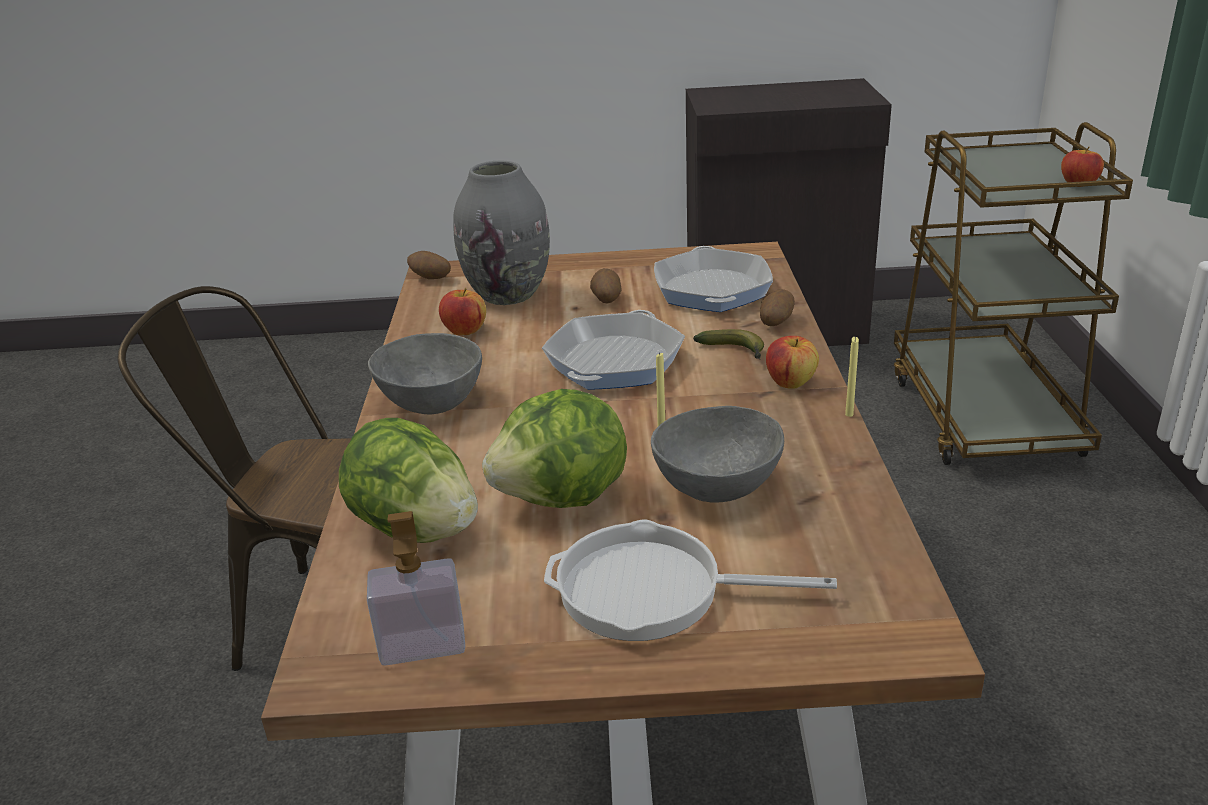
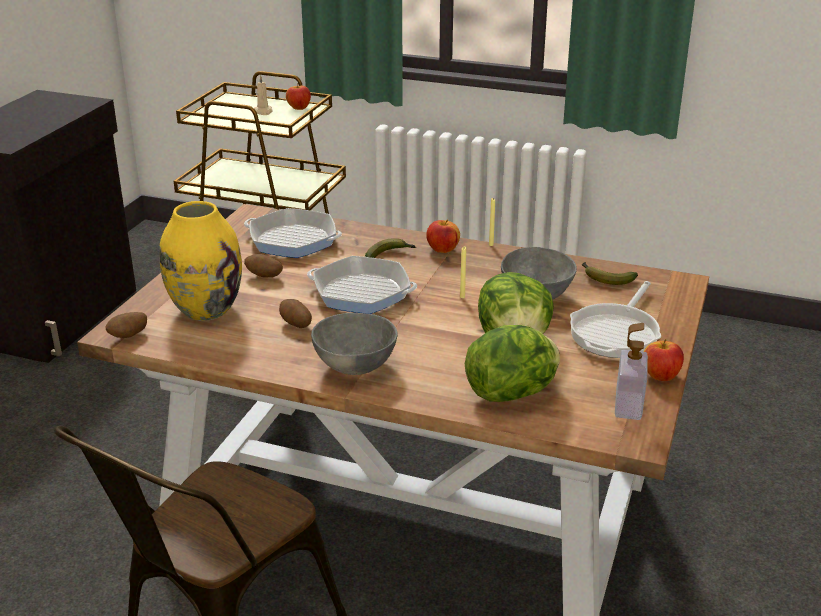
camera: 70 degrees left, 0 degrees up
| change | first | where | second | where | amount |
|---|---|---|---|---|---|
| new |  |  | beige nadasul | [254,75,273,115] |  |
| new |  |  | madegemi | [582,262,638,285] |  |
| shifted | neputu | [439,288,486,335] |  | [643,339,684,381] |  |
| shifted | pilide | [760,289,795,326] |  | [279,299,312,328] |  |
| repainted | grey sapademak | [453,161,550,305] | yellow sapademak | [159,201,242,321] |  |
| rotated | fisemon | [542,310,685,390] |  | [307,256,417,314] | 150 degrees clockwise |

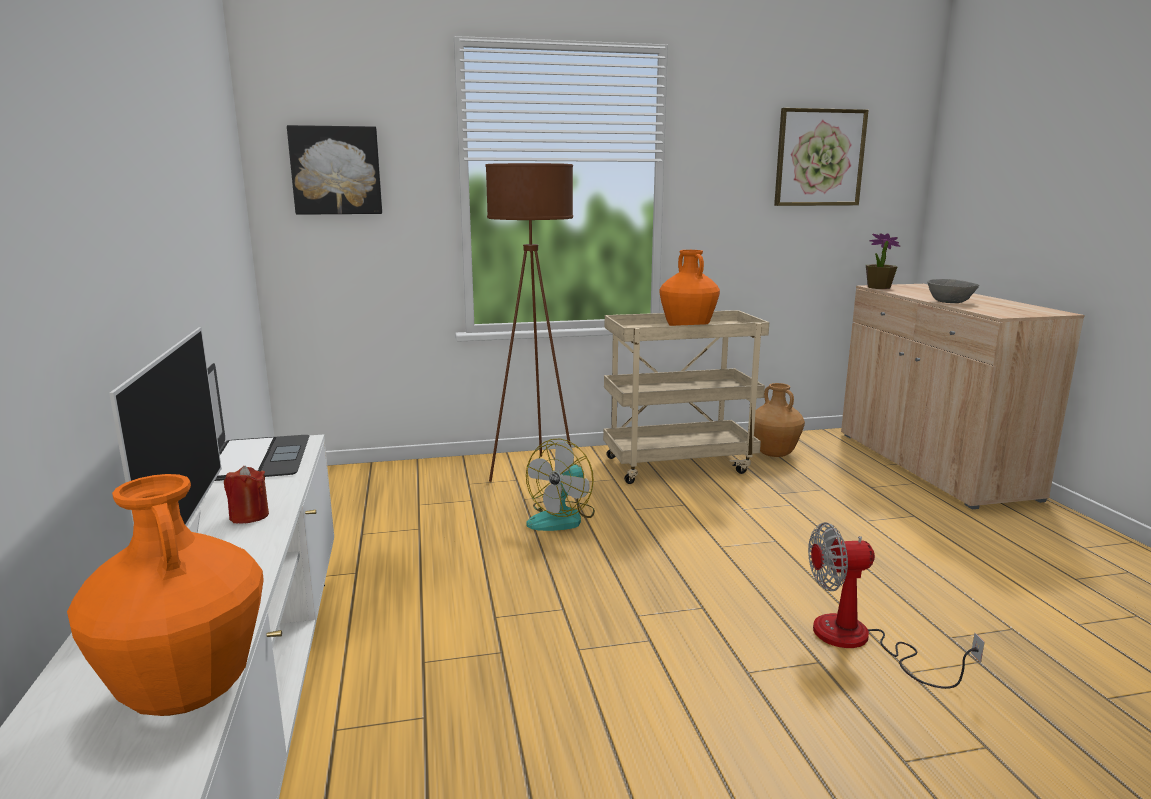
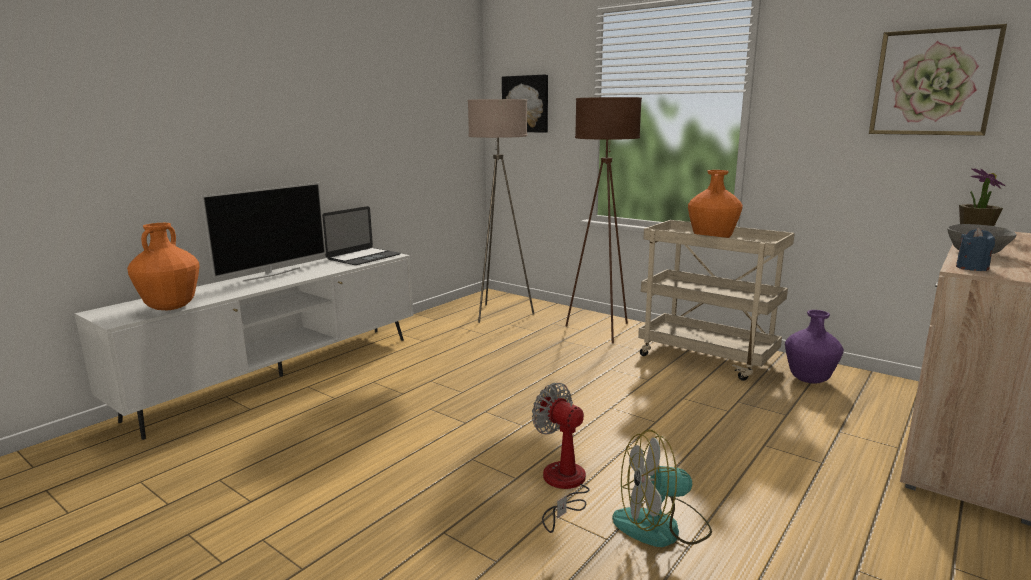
camera: 50 degrees right, 0 degrees up
| change | first | where | second | where | amount |
|---|---|---|---|---|---|
| gone | red nadasul | [224,466,269,524] |  |  |  |
| new |  |  | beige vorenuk | [468,99,534,323] |  |
| new |  |  | blue nadasul | [956,228,995,271] |  |
| shifted | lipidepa | [526,439,595,531] |  | [612,430,712,547] |  |
| repainted | brown sapademak | [754,383,805,457] | purple sapademak | [785,310,844,384] |  |

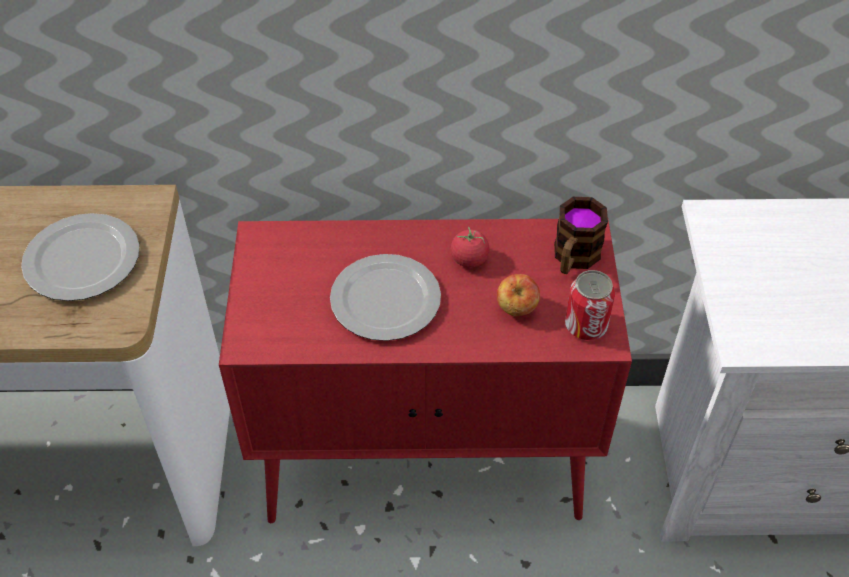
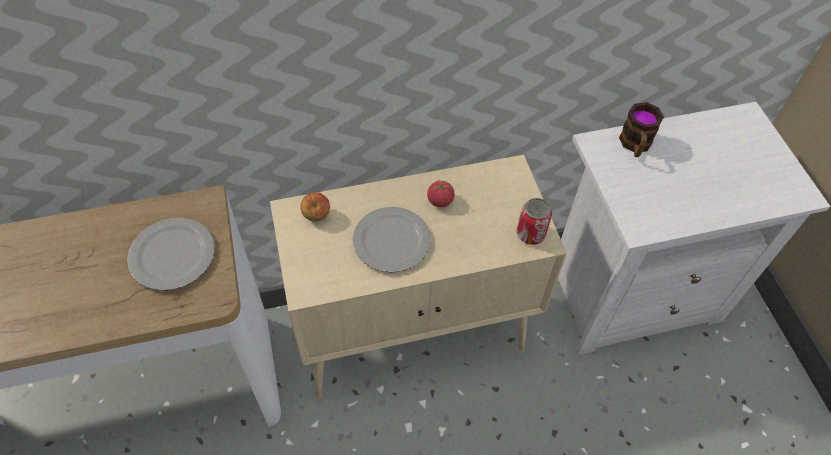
camera: 15 degrees left, 5 degrees up
| change | first | where | second | where | amount |
|---|---|---|---|---|---|
| shifted | neputu | [497,274,540,316] |  | [300,192,330,222] |  |
| shifted | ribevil | [554,197,608,274] |  | [619,102,664,157] |  |
| repainted | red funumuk | [219,219,632,523] | beige funumuk | [270,155,567,399] |  |

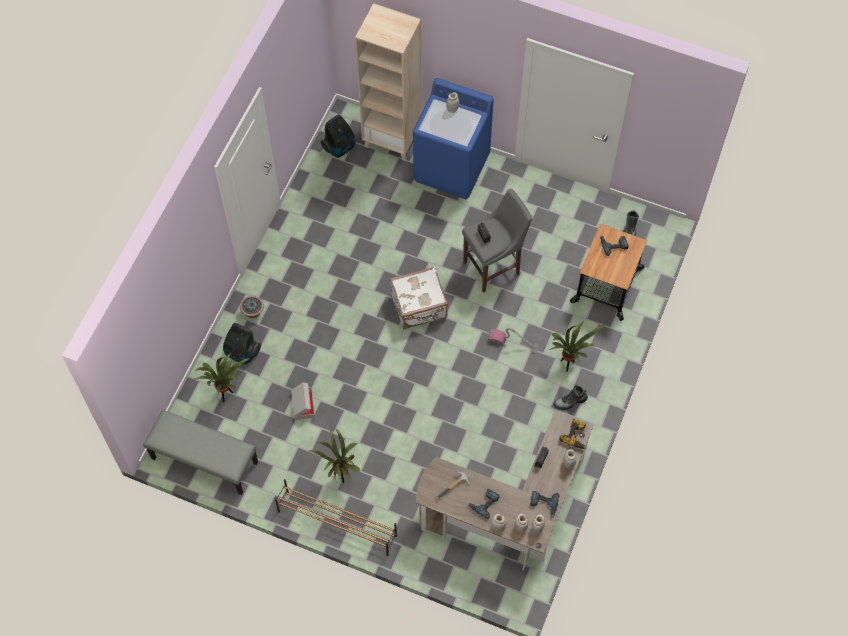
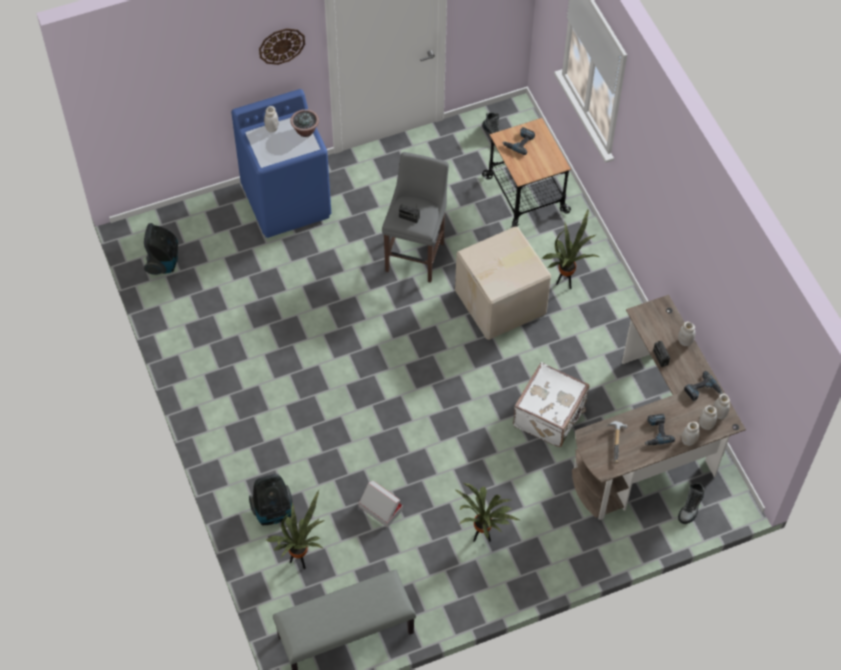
camera: 45 degrees left, 5 degrees down
| change | first | where | second | where | amount |
|---|---|---|---|---|---|
| gone | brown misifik | [275,479,397,556] |  |  |  |
| gone | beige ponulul | [355,3,421,161] |  |  |  |
| gone | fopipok | [559,419,586,449] |  |  |  |
| new |  |  | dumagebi | [259,28,305,65] |  |
| shifted | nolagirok | [240,296,264,318] |  | [291,109,319,137] |  |
| shifted | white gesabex | [390,267,448,329] |  | [513,362,589,447] |  |
| shifted | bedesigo | [553,385,588,410] |  | [678,482,705,524] |  |
| swapped | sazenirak | [488,328,539,354] | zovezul | [455,226,551,340] |  |

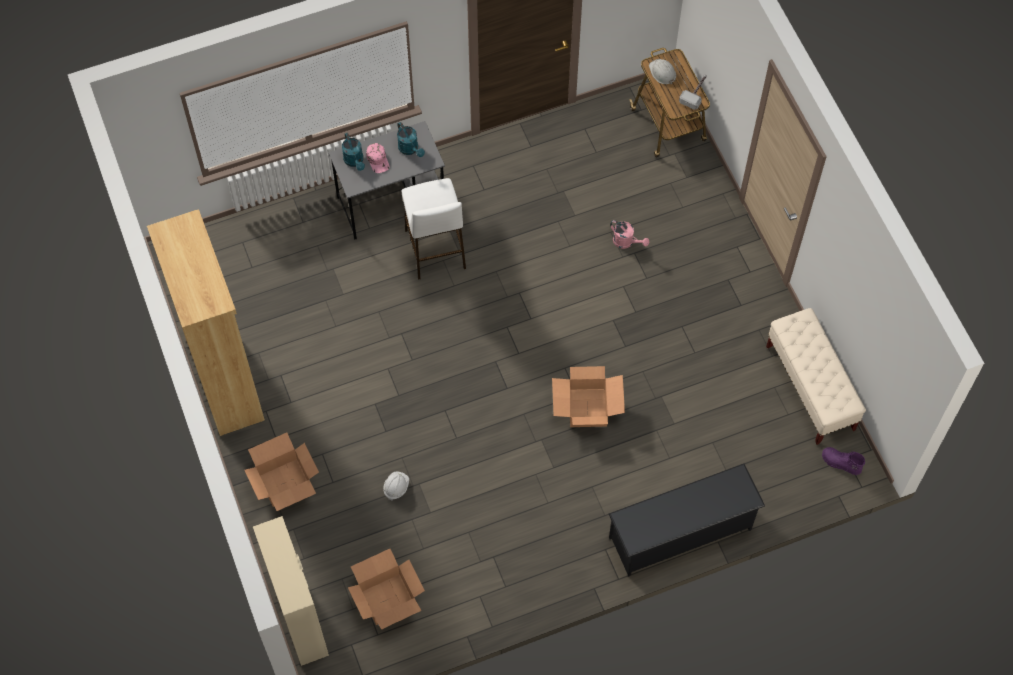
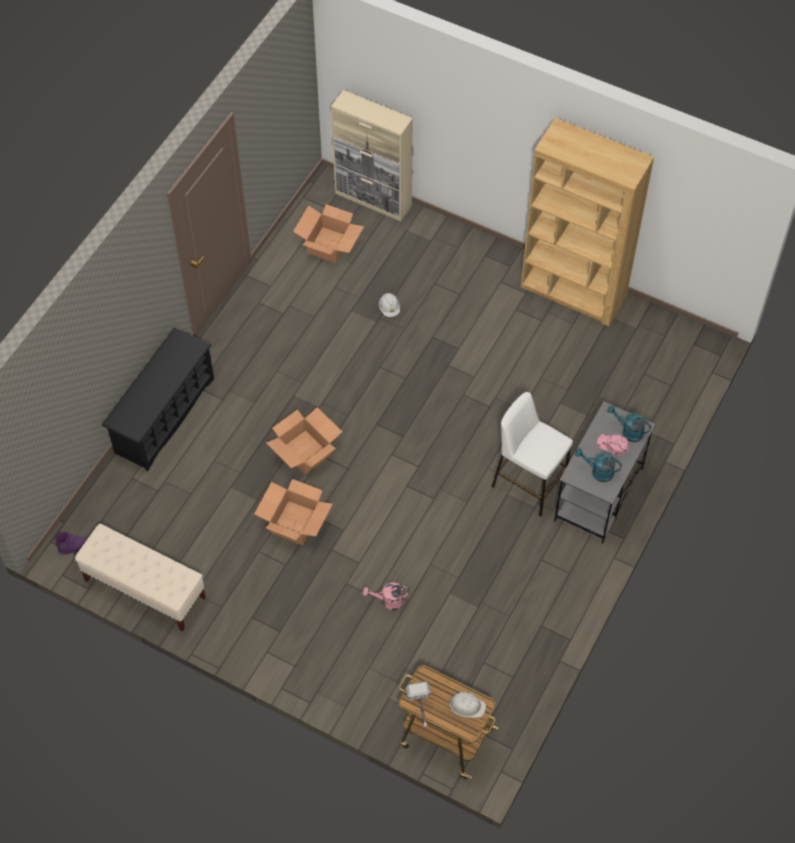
camera: 140 degrees right, 5 degrees down
| change | first | where | second | where | amount |
|---|---|---|---|---|---|
| shifted | zovezul | [244,433,319,511] |  | [254,479,333,545] |  |

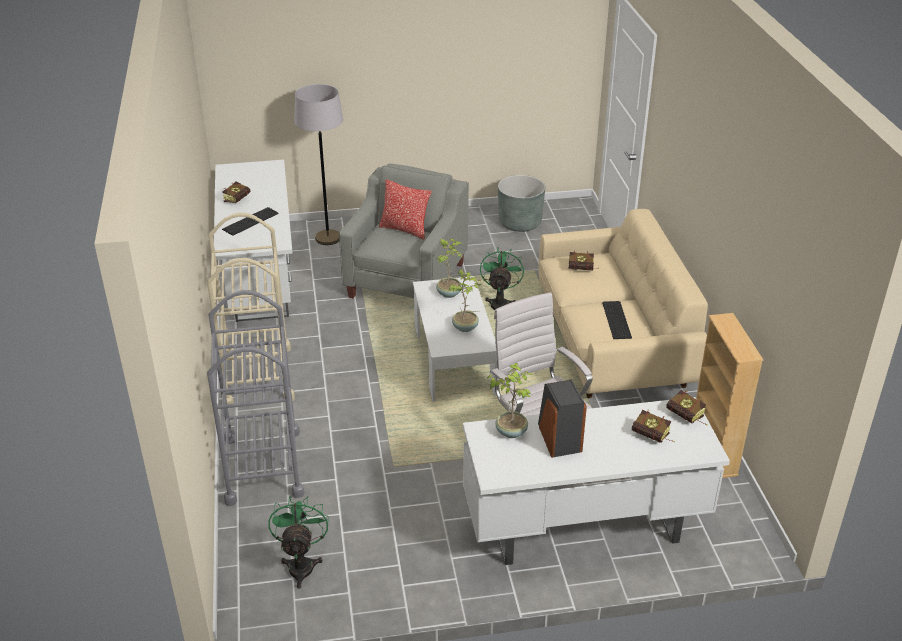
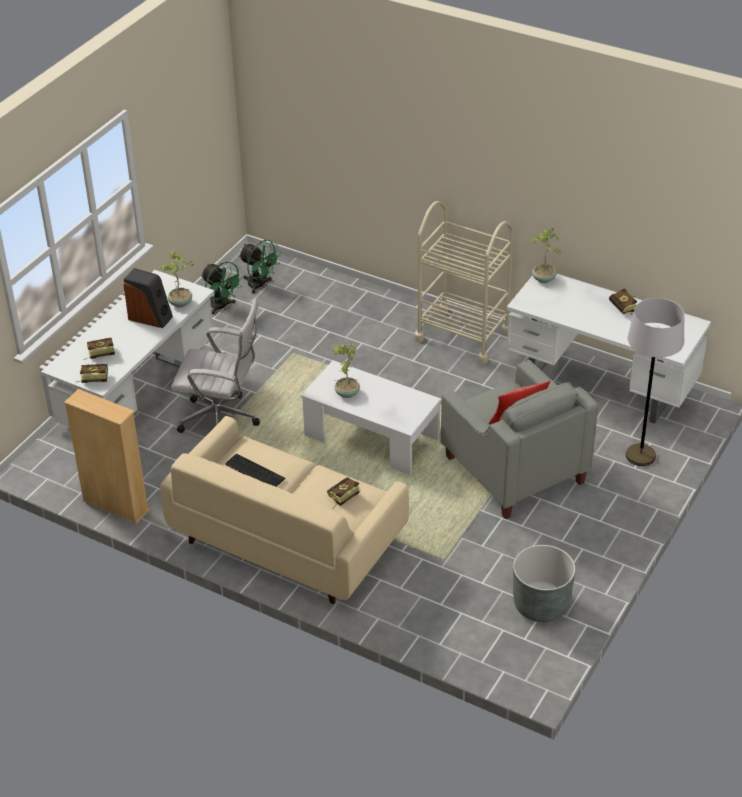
camera: 130 degrees right, 5 degrees up
| change | first | where | second | where | amount |
|---|---|---|---|---|---|
| gone | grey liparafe | [207,290,305,506] |  |  |  |
| gone | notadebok | [222,207,278,236] |  |  |  |
| shifted | nolagirok | [436,238,463,298] |  | [530,227,561,283] |  |
| shifted | green lipidepa | [480,247,524,310] |  | [201,262,244,314] |  |

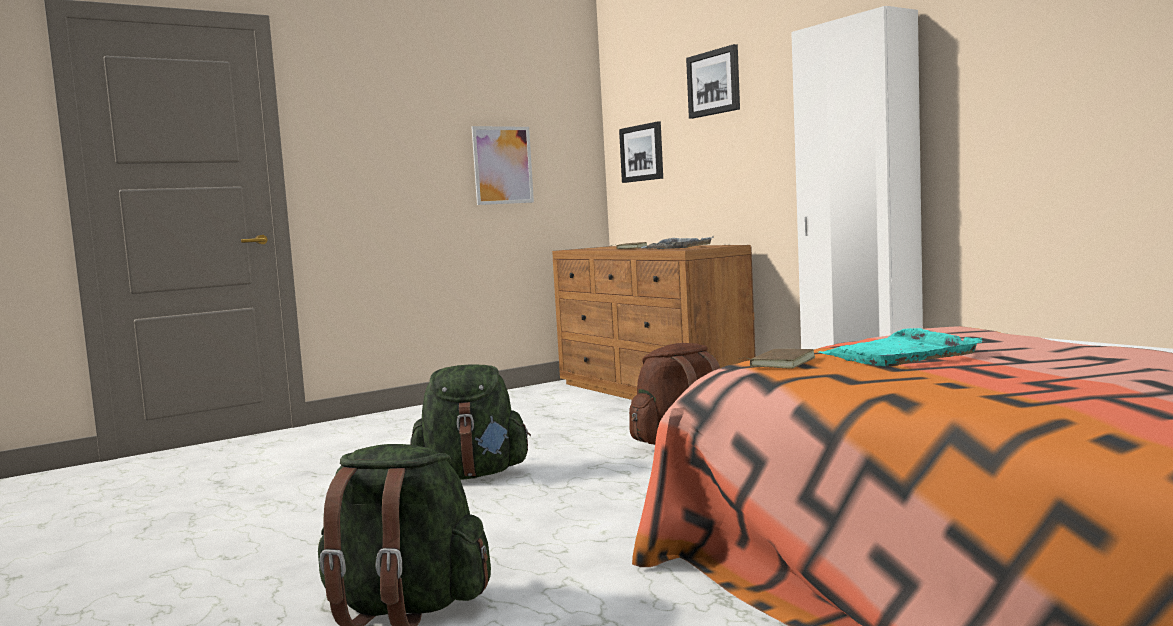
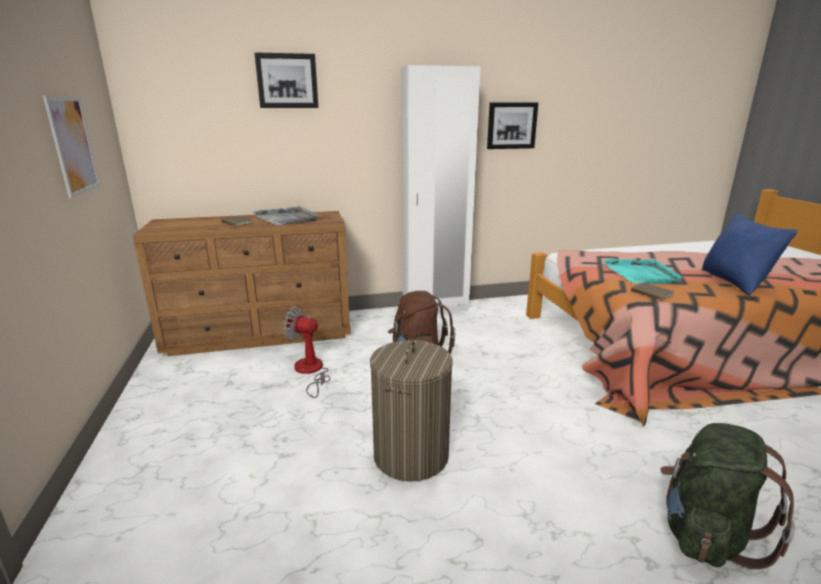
camera: 70 degrees left, 15 degrees up
| change | first | where | second | where | amount |
|---|---|---|---|---|---|
| new |  |  | lipidepa | [283,306,330,398] |  |
| new |  |  | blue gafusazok | [702,212,798,295] |  |
| shifted | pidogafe | [619,122,663,183] |  | [487,102,538,149] |  |
| swapped | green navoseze | [410,364,531,480] | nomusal | [370,340,453,482] |  |

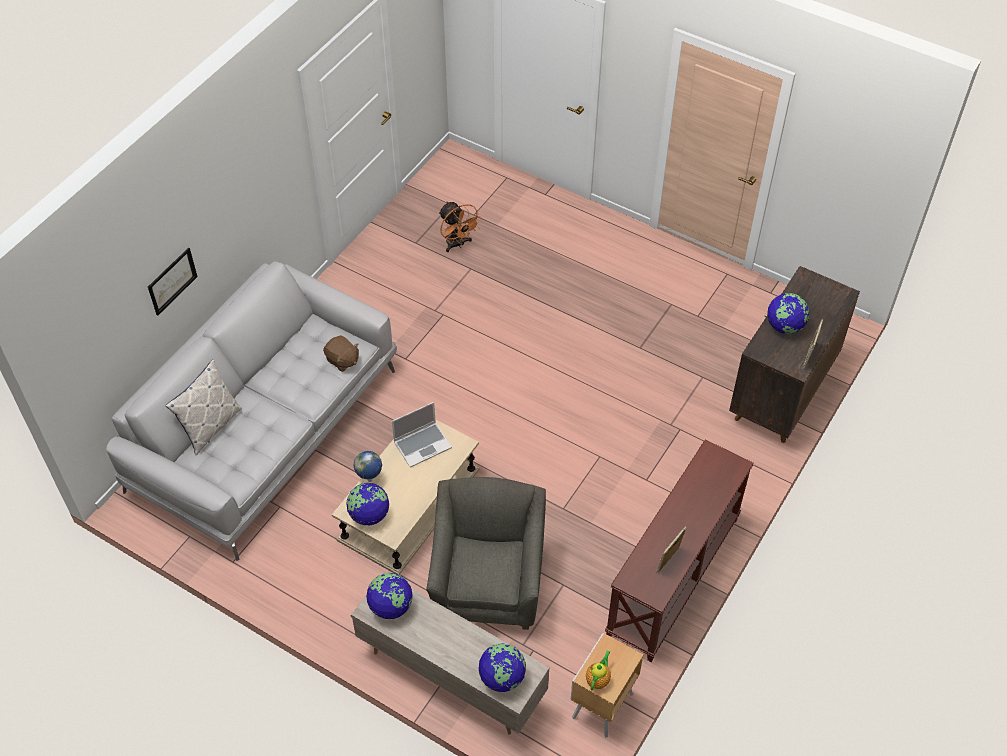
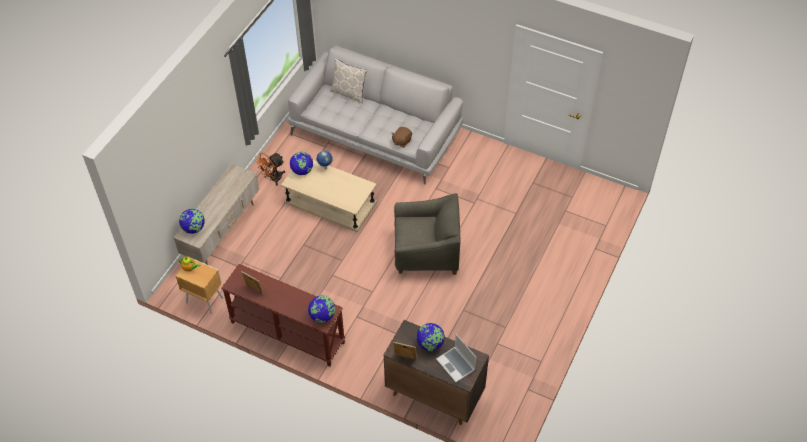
camera: 85 degrees right, 0 degrees up
| change | first | where | second | where | amount |
|---|---|---|---|---|---|
| gone | pidogafe | [148,248,198,316] |  |  |  |
| shifted | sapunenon | [366,573,413,619] |  | [308,296,335,323] |  |
| shifted | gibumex | [392,402,452,468] |  | [436,334,476,382] |  |
| shifted | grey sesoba | [426,477,546,630] |  | [394,193,460,275] |  |
| shifted | orange lipidepa | [439,201,482,252] |  | [255,152,285,186] |  |

